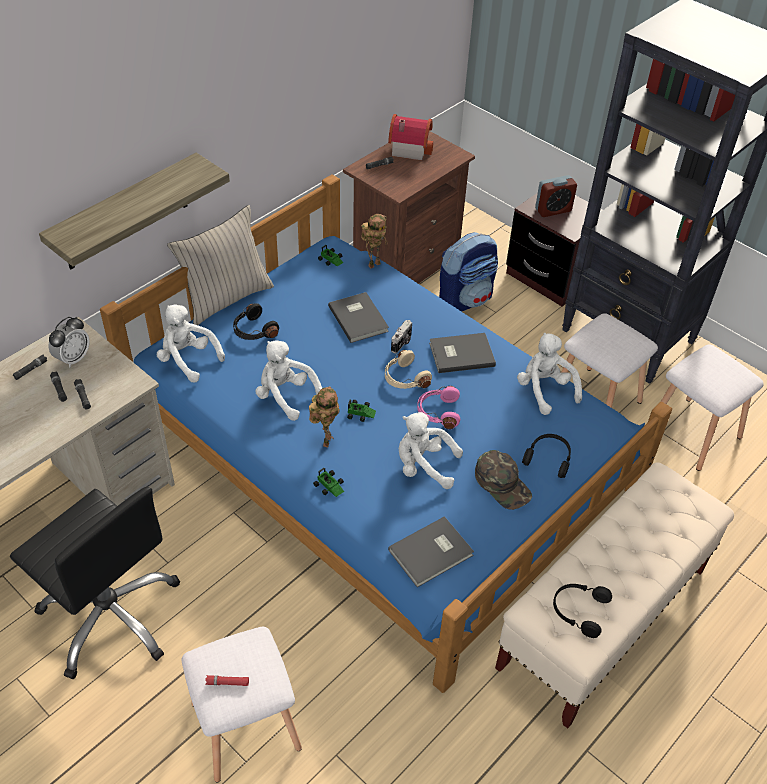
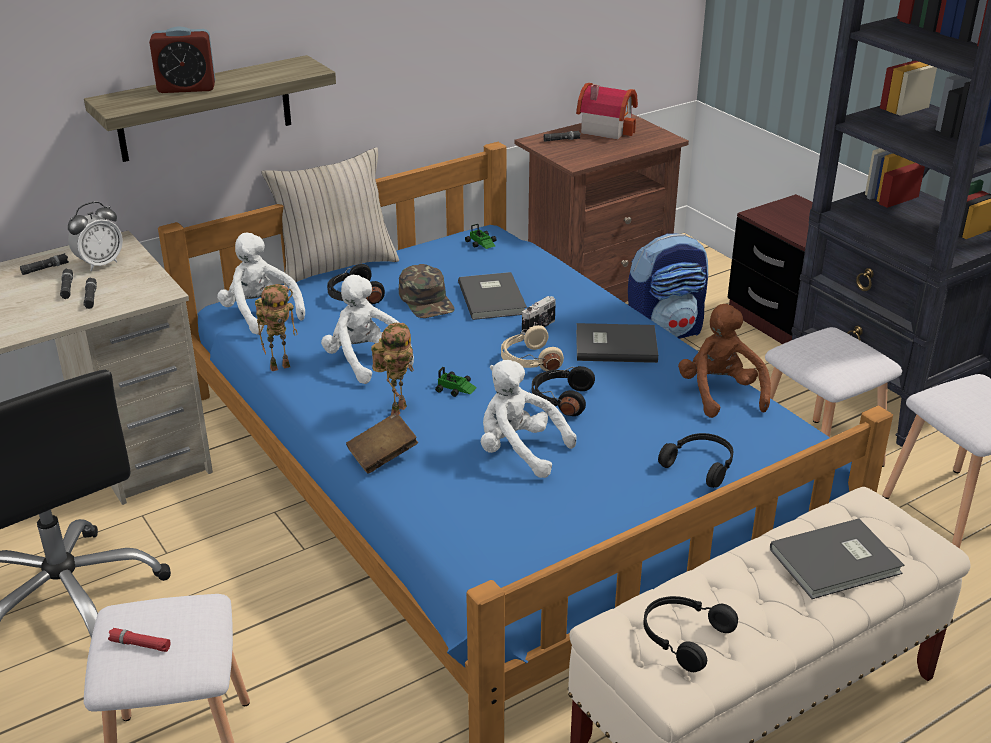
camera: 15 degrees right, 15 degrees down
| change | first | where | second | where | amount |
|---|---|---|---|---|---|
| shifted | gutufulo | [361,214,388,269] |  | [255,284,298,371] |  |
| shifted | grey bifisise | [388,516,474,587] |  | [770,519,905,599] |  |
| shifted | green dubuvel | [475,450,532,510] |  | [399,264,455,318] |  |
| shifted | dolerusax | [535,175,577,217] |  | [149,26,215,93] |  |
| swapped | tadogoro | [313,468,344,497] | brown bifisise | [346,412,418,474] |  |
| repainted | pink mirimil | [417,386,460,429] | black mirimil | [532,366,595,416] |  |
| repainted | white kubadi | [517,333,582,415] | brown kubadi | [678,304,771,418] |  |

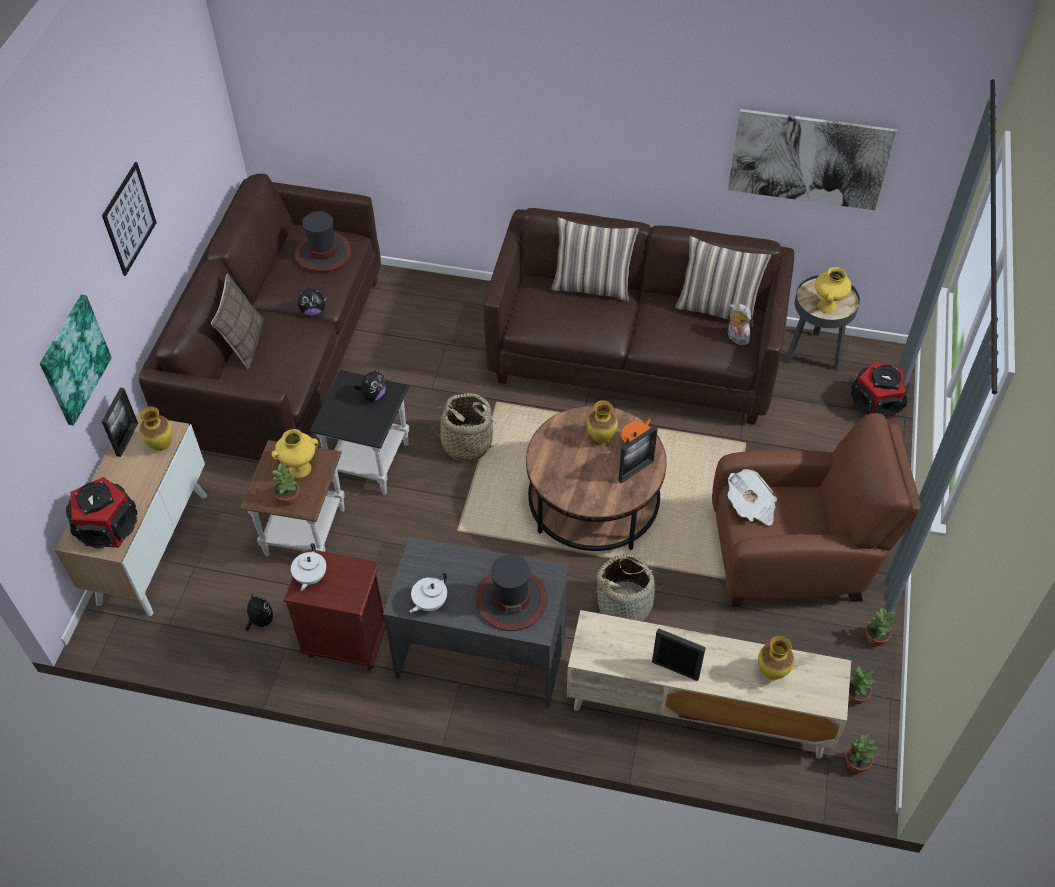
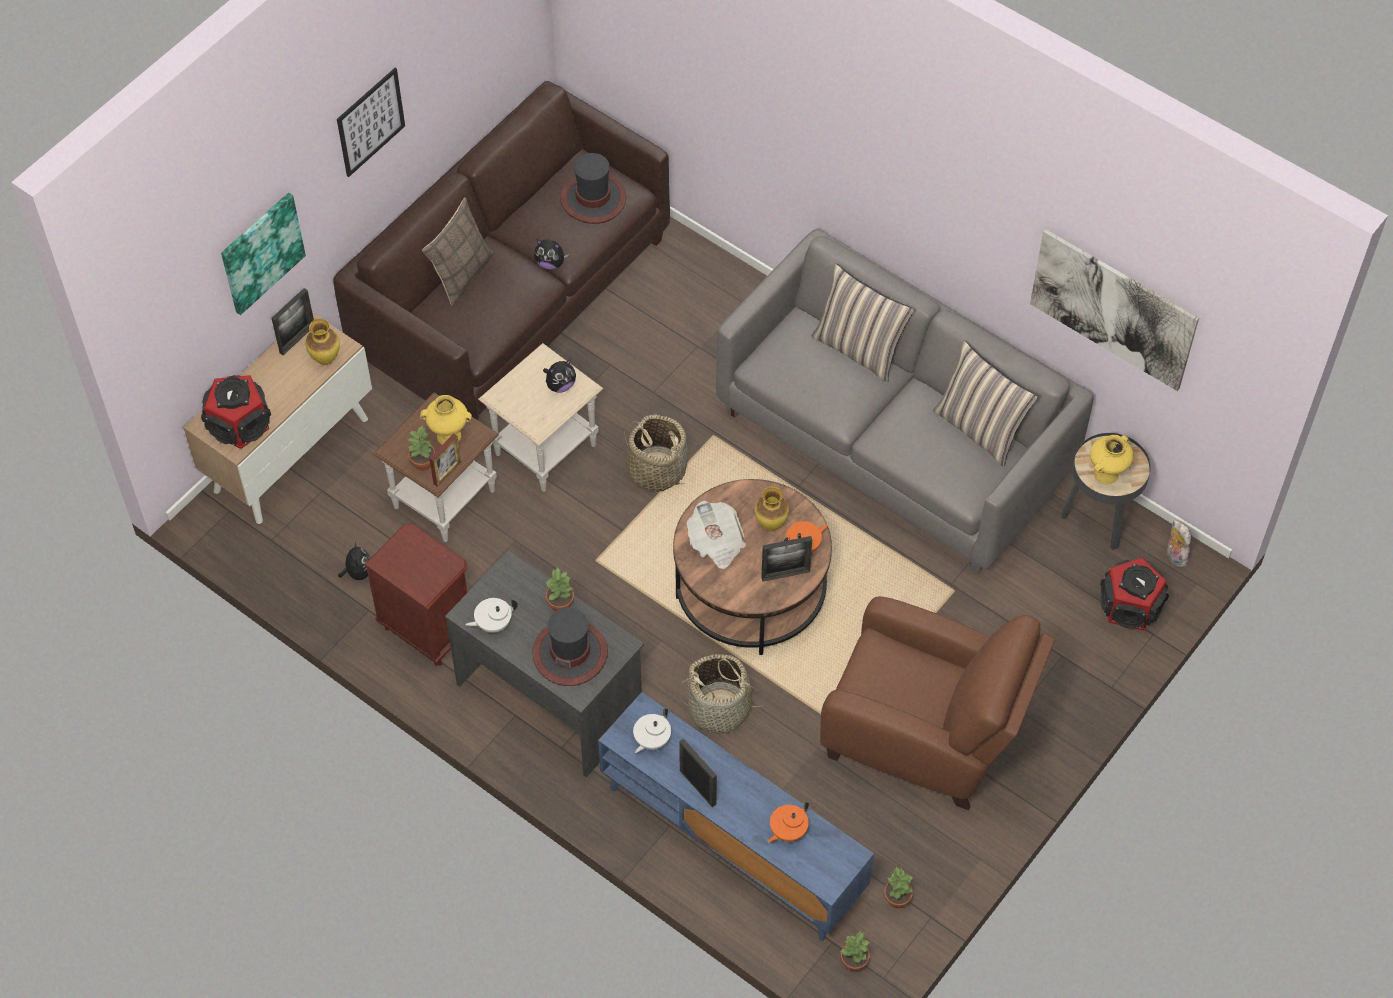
camera: 25 degrees right, 5 degrees up
| change | first | where | second | where | amount |
|---|---|---|---|---|---|
| new |  |  | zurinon | [429,434,461,487] |  |
| shifted | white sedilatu | [291,543,326,591] |  | [633,708,671,753] |  |
| shifted | kubadi | [728,304,751,345] |  | [1167,519,1192,567] |  |
| shifted | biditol | [728,469,777,525] |  | [687,501,746,569] |  |
| shifted | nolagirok | [865,608,895,646] |  | [545,567,574,612] |  |
| swapped | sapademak | [758,636,794,680] | orange sedilatu | [768,801,809,842] |  |
| repainted | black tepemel | [309,370,409,495] | beige tepemel | [478,343,603,492] |  |
| repainted | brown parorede | [484,208,794,425] | grey parorede | [716,229,1094,574] |  |
| repainted | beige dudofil | [567,610,851,759] | blue dudofil | [598,692,874,941] |  |

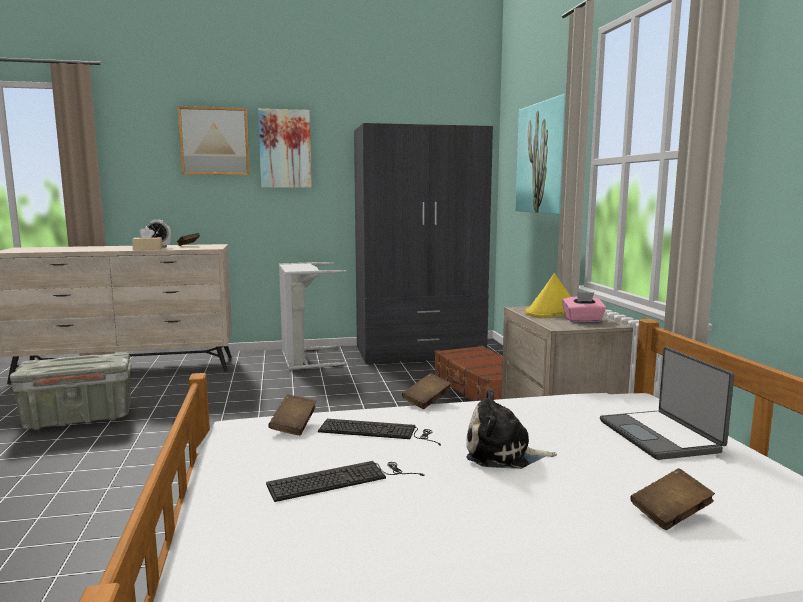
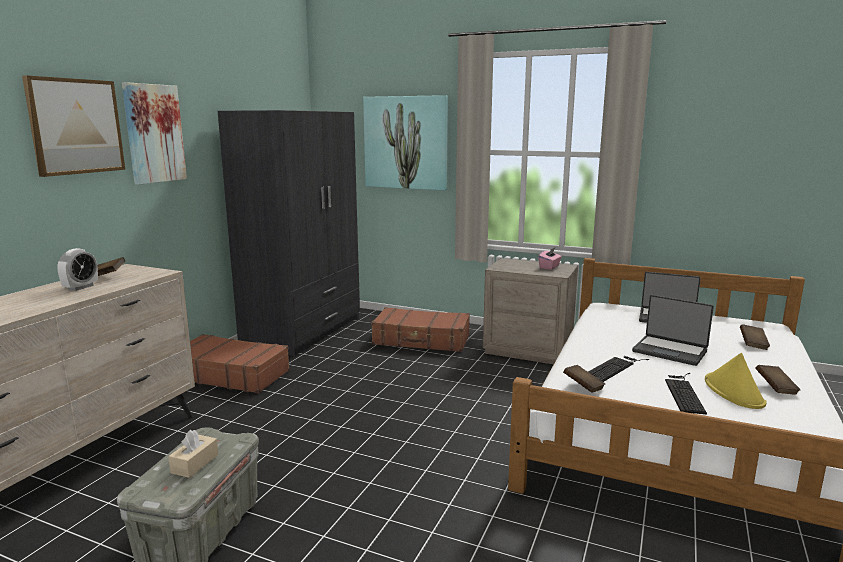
camera: 55 degrees left, 5 degrees up
| change | first | where | second | where | amount |
|---|---|---|---|---|---|
| shifted | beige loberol | [132,227,162,250] |  | [168,429,218,478] |  |
| shifted | brown bifisise | [402,373,451,409] |  | [755,365,800,395] |  |
| shifted | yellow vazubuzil | [525,273,571,318] |  | [705,353,766,409] |  |
| swapped | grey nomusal | [279,262,348,370] | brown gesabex | [190,334,290,393] |  |
| swapped | kubadi | [466,389,557,469] | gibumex | [632,295,714,366] |  |

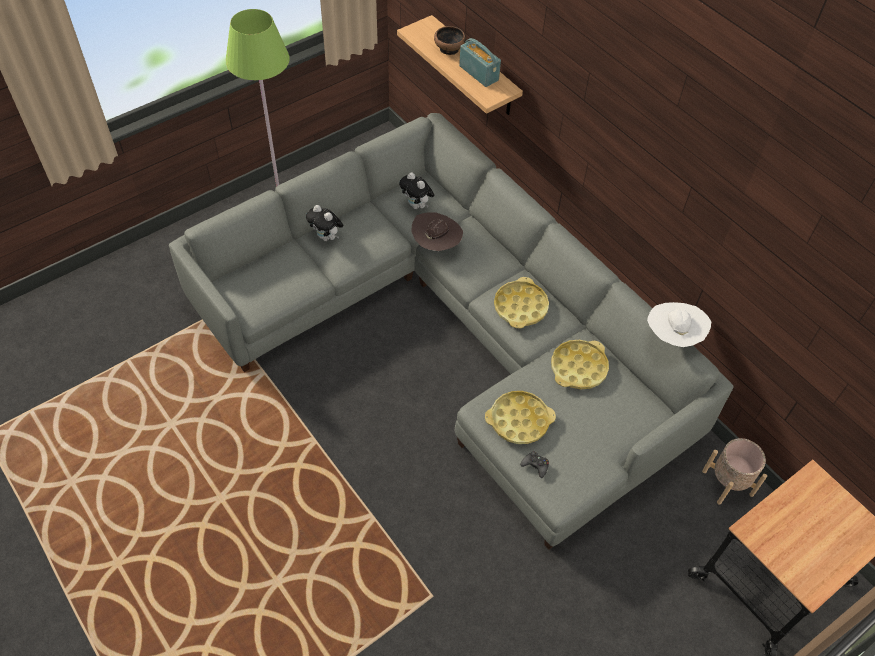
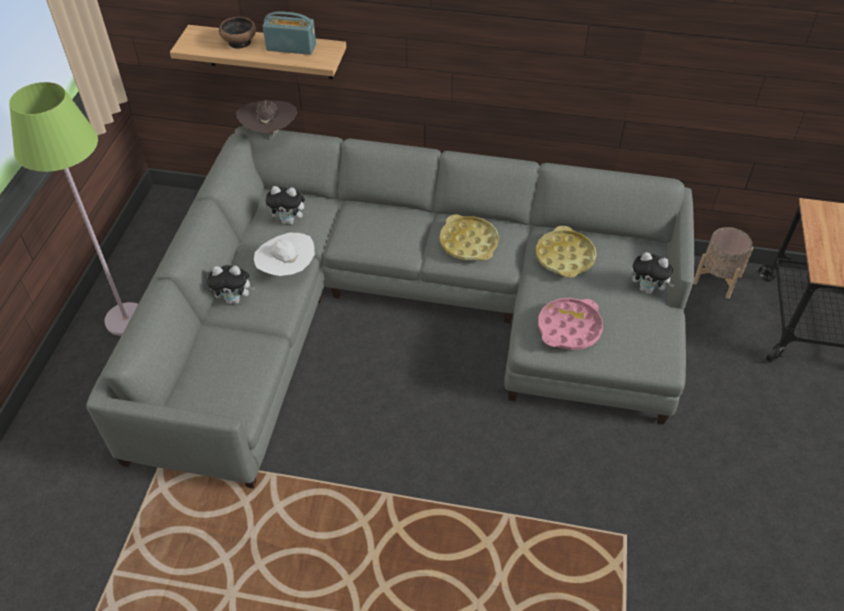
camera: 40 degrees left, 5 degrees down
| change | first | where | second | where | amount |
|---|---|---|---|---|---|
| gone | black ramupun | [520,451,549,478] |  |  |  |
| new |  |  | kubadi | [631,252,674,294] |  |
| shifted | brown vazubuzil | [412,212,463,251] |  | [236,100,297,138] |  |
| shifted | white vazubuzil | [647,302,711,347] |  | [254,233,315,276] |  |
| repainted | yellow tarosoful | [485,391,556,444] | pink tarosoful | [538,298,603,350] |  |

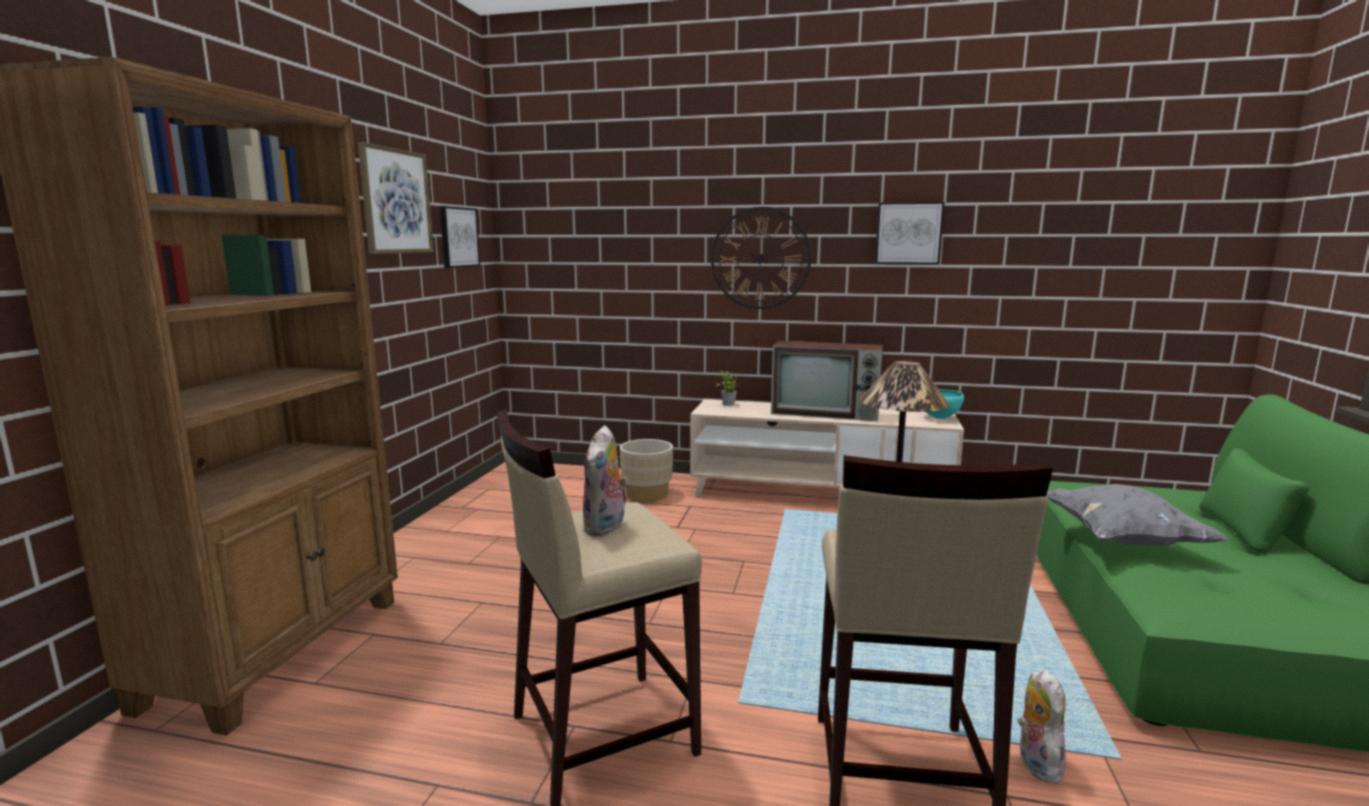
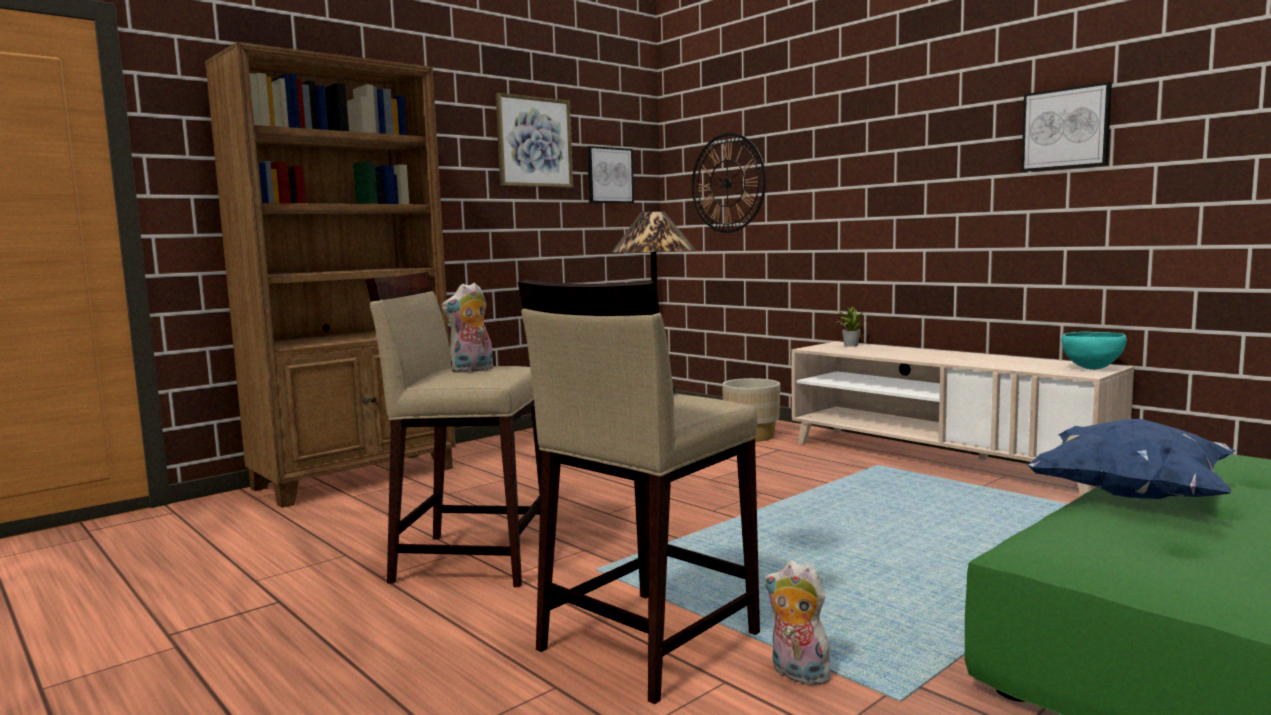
camera: 35 degrees right, 5 degrees down
| change | first | where | second | where | amount |
|---|---|---|---|---|---|
| gone | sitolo | [771,341,883,421] |  |  |  |
| shifted | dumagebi | [711,207,811,309] |  | [692,133,766,233] |  |
| repainted | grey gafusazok | [1047,484,1230,545] | blue gafusazok | [1026,419,1236,499] |  |
| rotated | kubadi | [1018,669,1067,784] |  | [764,561,836,686] | 90 degrees counterclockwise |

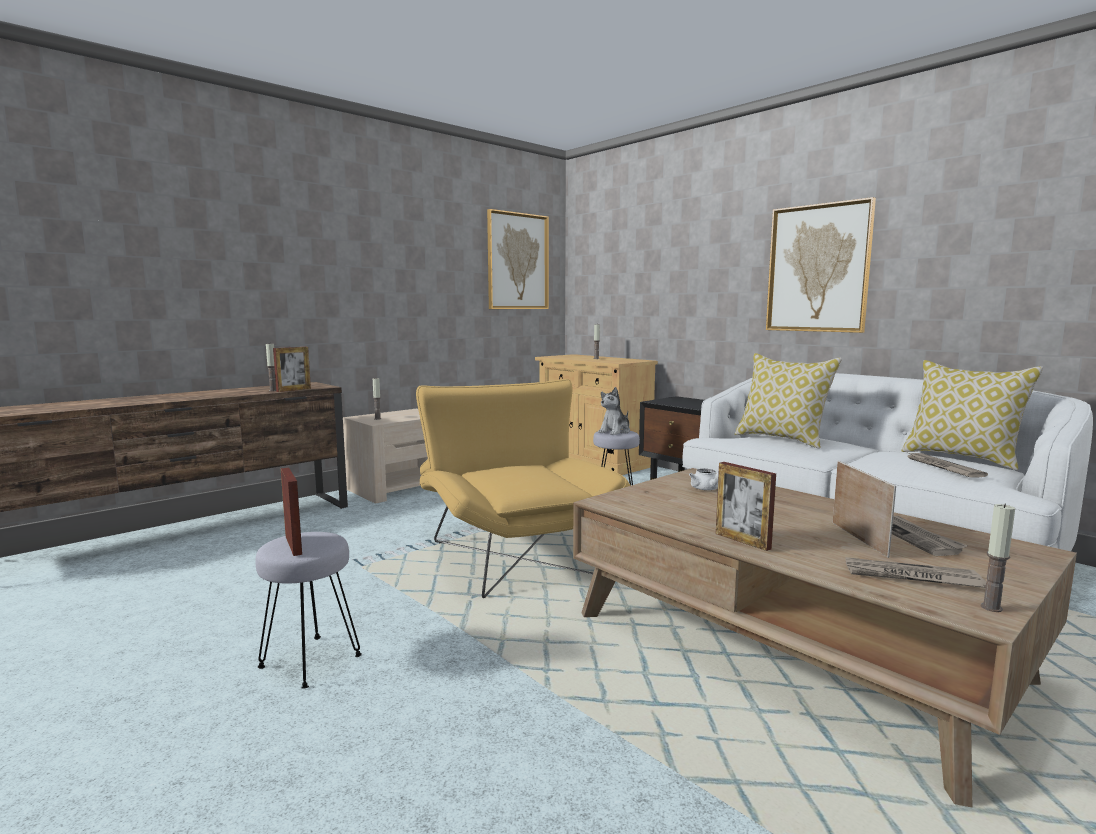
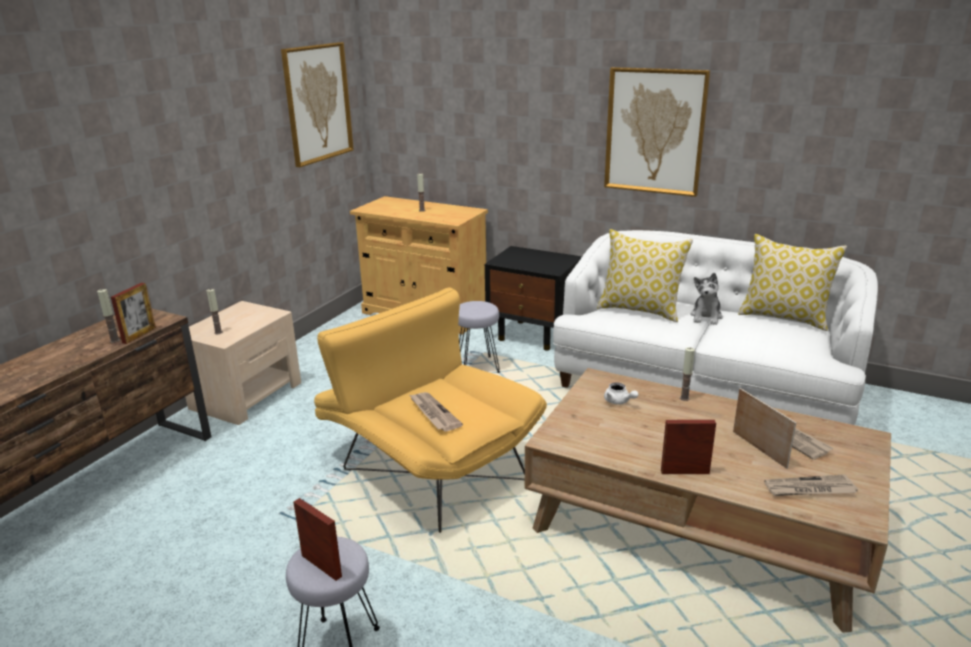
camera: 20 degrees left, 15 degrees up
| change | first | where | second | where | amount |
|---|---|---|---|---|---|
| shifted | kubadi | [598,387,630,435] |  | [690,273,723,325] |  |
| shifted | biditol | [906,452,988,477] |  | [410,392,463,432] |  |
| shifted | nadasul | [981,503,1015,612] |  | [680,347,695,401] |  |
| rotated | zurinon | [716,462,776,551] |  | [661,420,716,474] | 150 degrees clockwise |

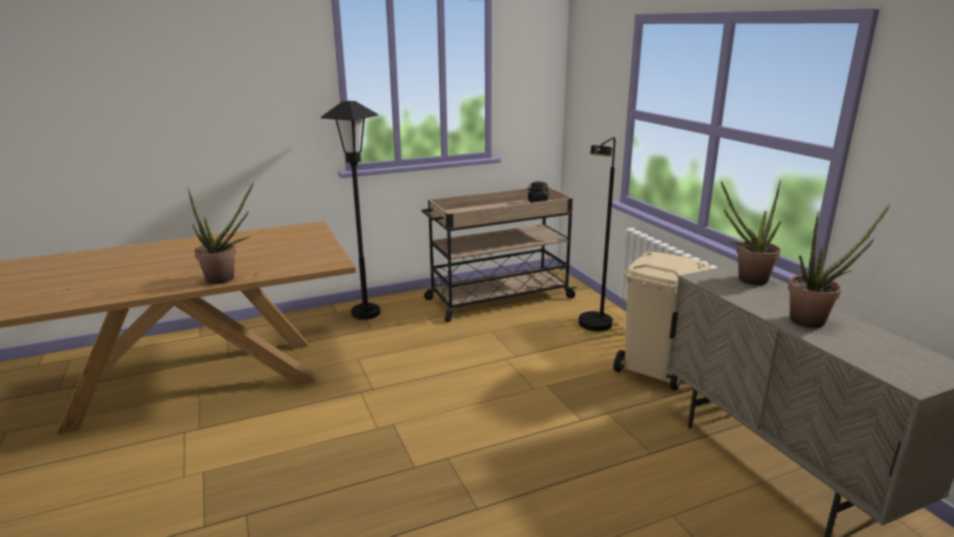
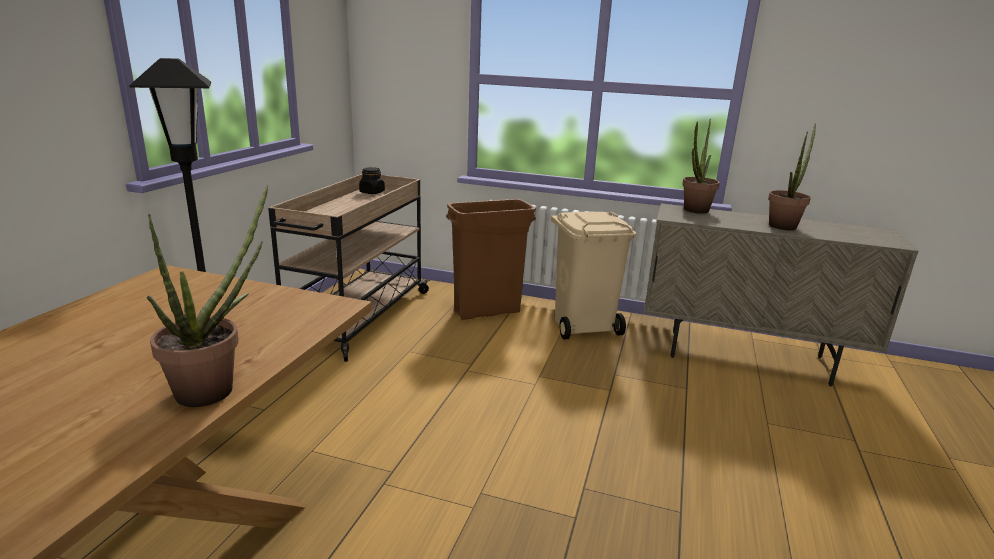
camera: 50 degrees left, 0 degrees up
| change | first | where | second | where | amount |
|---|---|---|---|---|---|
| swapped | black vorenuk | [579,137,616,331] | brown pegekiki | [446,199,536,320] |  |

